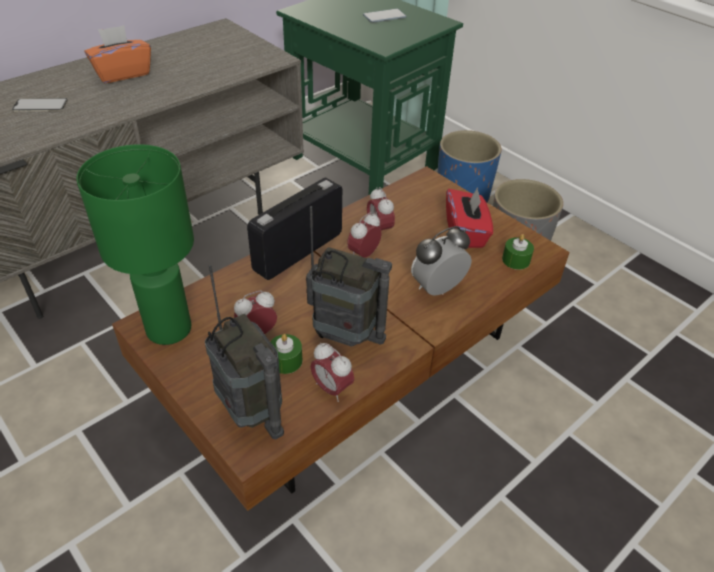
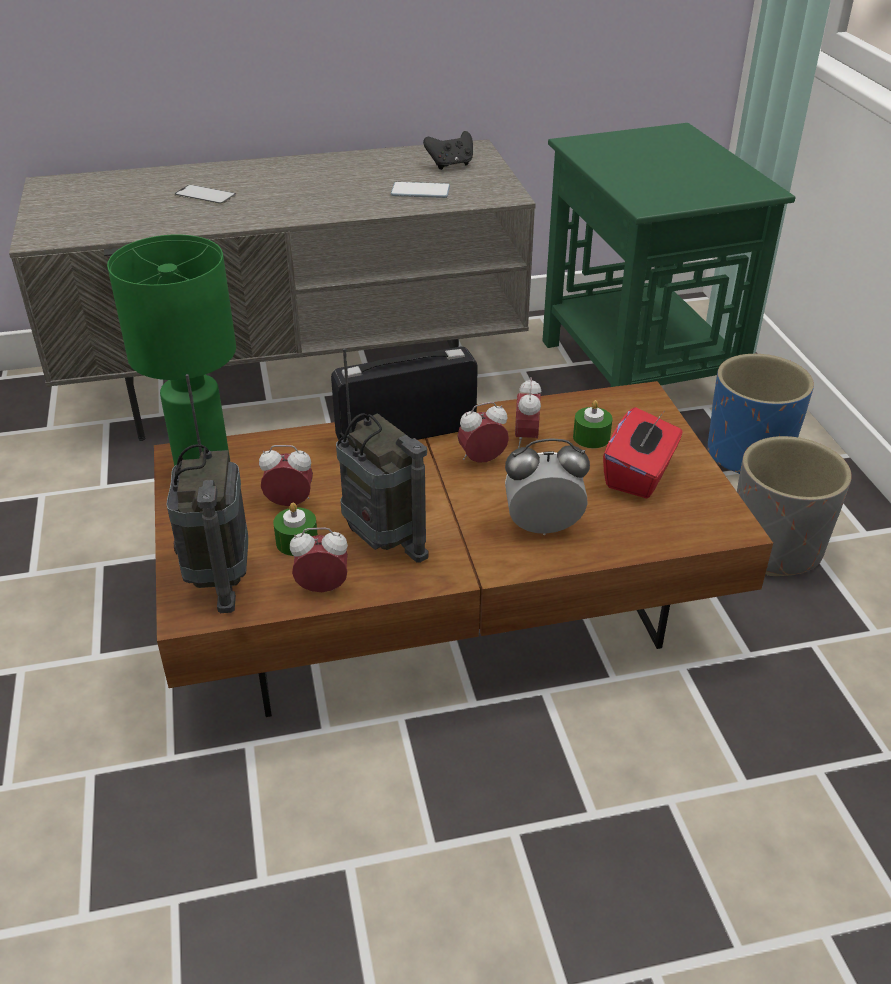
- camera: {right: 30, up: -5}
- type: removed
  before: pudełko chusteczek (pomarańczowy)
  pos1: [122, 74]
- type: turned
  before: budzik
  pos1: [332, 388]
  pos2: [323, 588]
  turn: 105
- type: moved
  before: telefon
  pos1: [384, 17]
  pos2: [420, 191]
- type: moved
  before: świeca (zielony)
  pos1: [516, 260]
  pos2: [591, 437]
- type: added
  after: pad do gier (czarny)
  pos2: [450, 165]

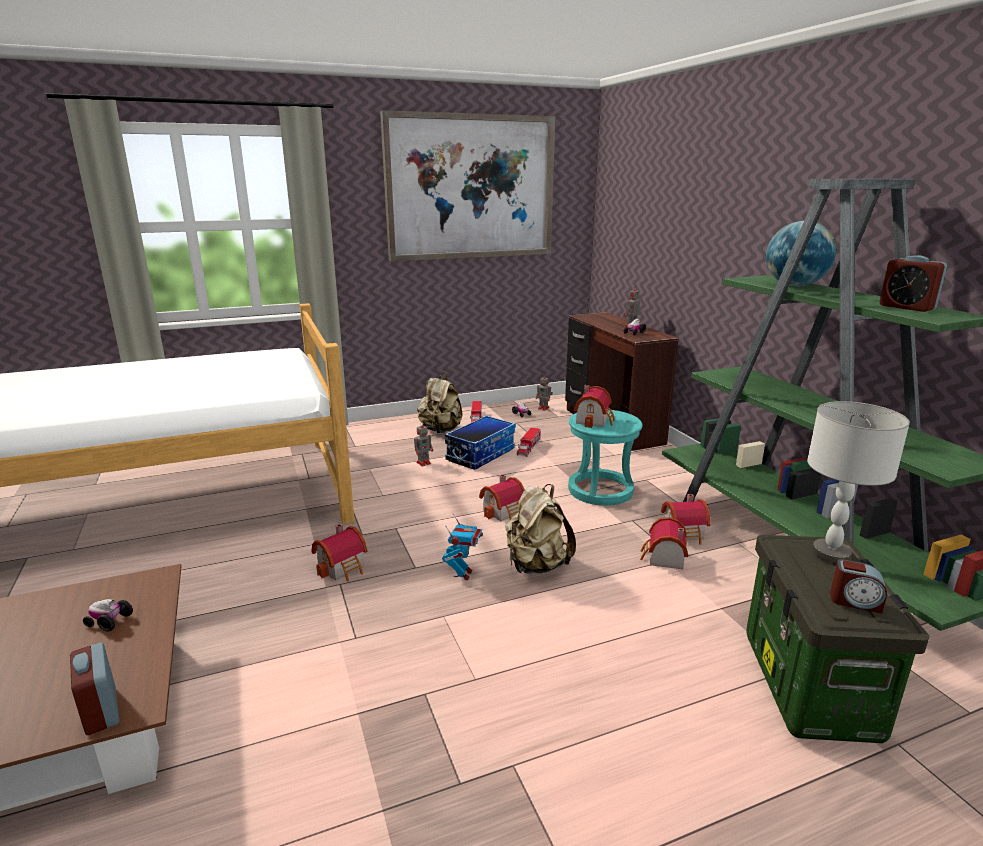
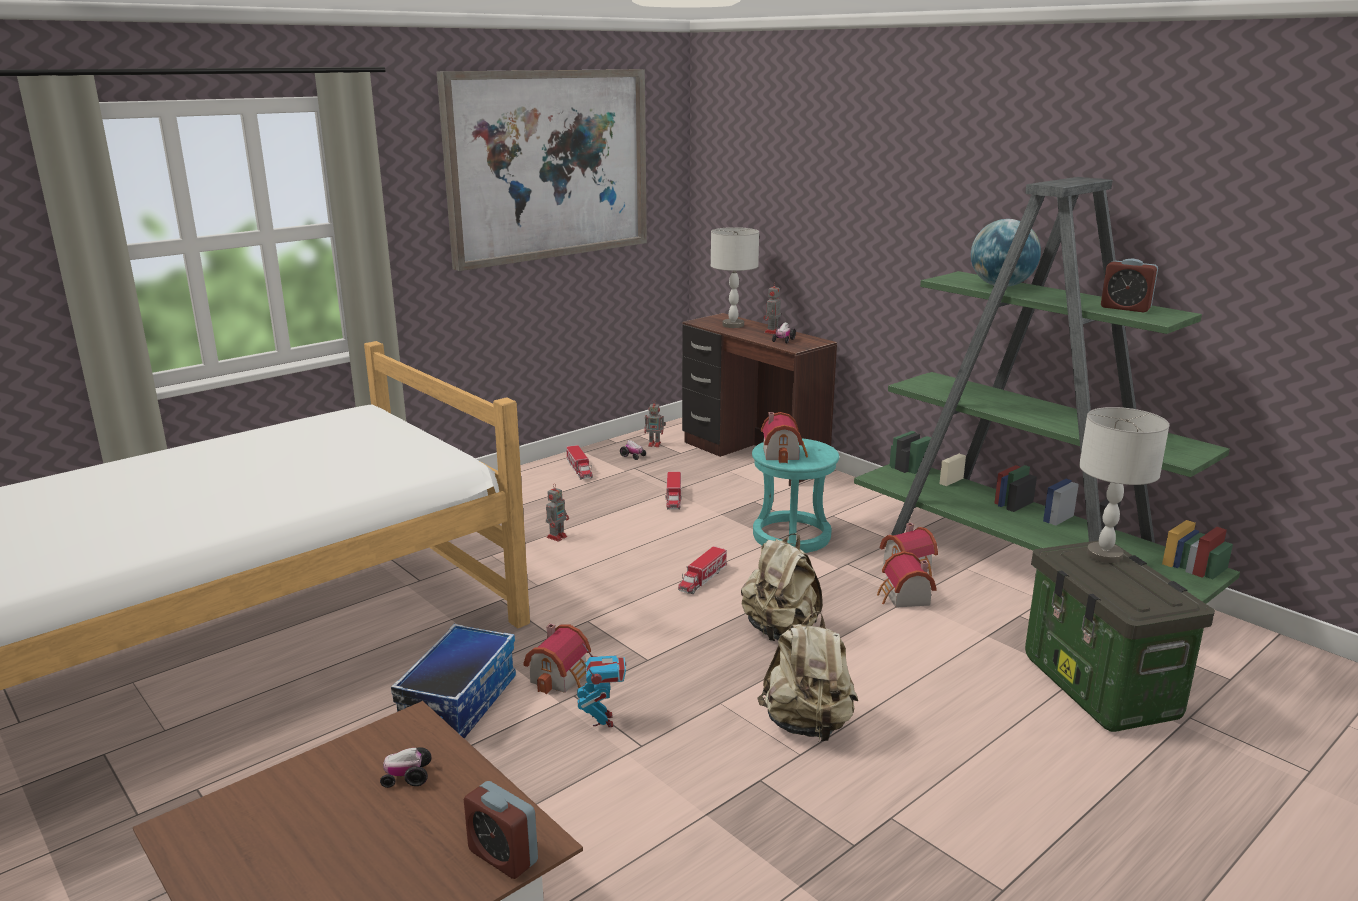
- camera: {right: -20, up: 0}
- type: moved
  before: plecak (beżowy)
  pos1: [441, 430]
  pos2: [807, 725]
- type: moved
  before: robot zabawkowy
  pos1: [463, 574]
  pos2: [603, 720]
- type: moved
  before: pojemnik do przechowywania
  pos1: [480, 454]
  pos2: [458, 703]
- type: replaced
  before: domek
  after: ciężarówka zabawkowa
  pos1: [505, 512]
  pos2: [702, 579]
- type: removed
  before: budzik
  pos1: [855, 601]
- type: added
  after: lampa stołowa (szary)
  pos2: [733, 325]

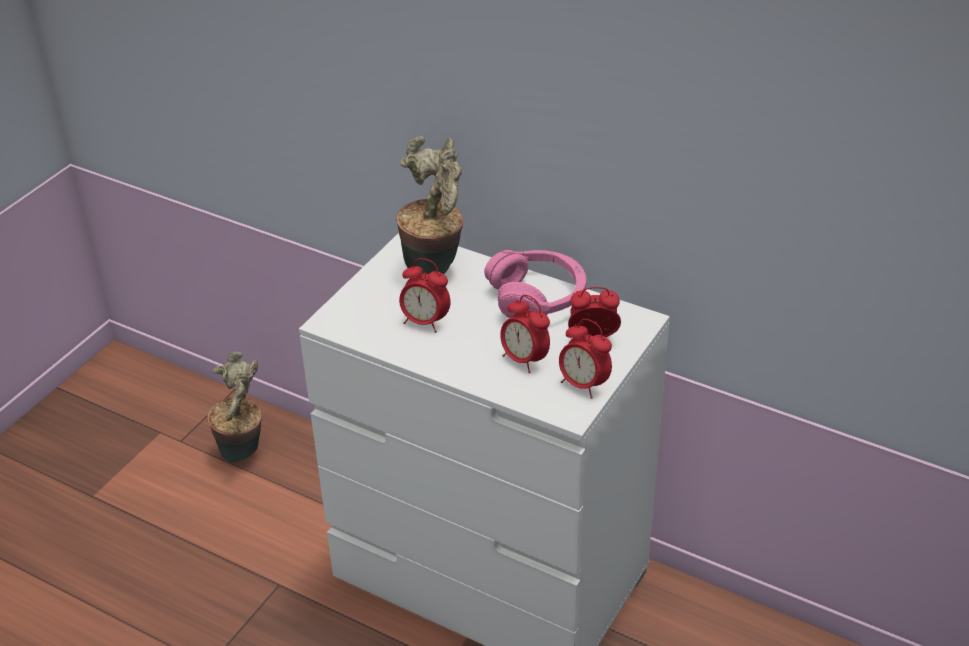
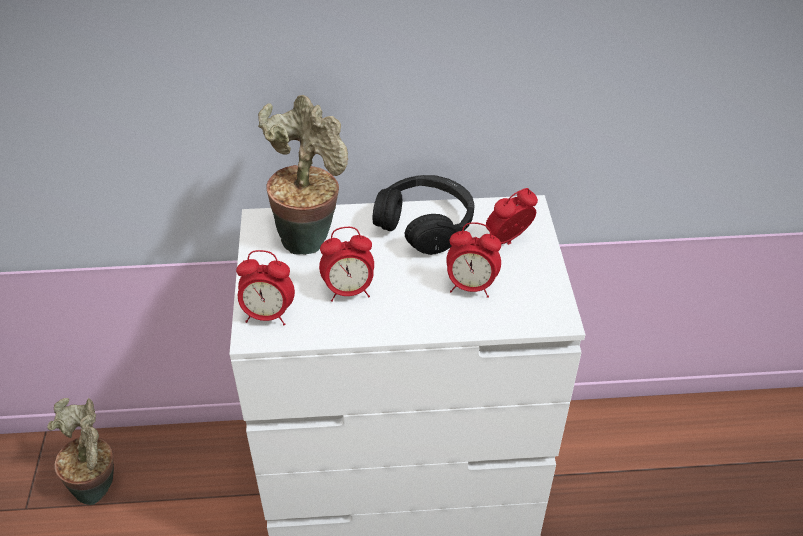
- camera: {right: -35, up: 5}
- type: recoloured
  before: słuchawki (różowy)
  after: słuchawki (czarny)
  pos1: [537, 297]
  pos2: [425, 224]
- type: moved
  before: budzik
  pos1: [583, 385]
  pos2: [268, 315]

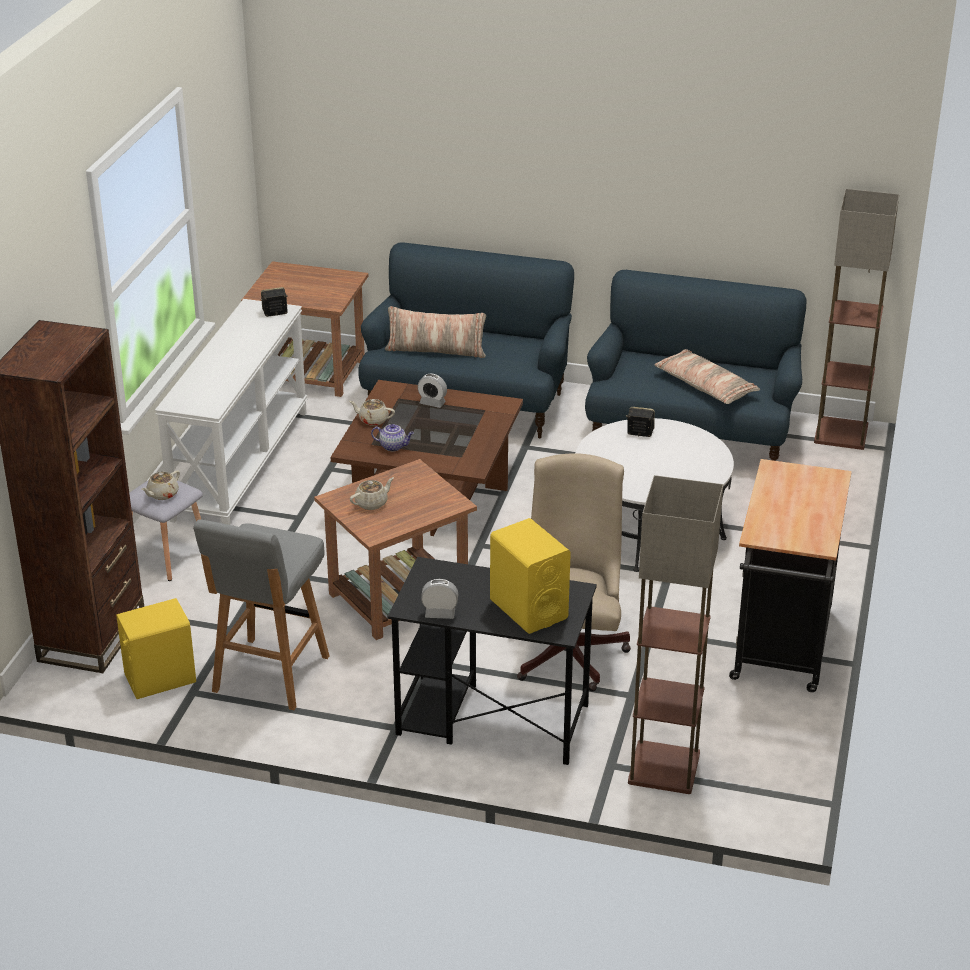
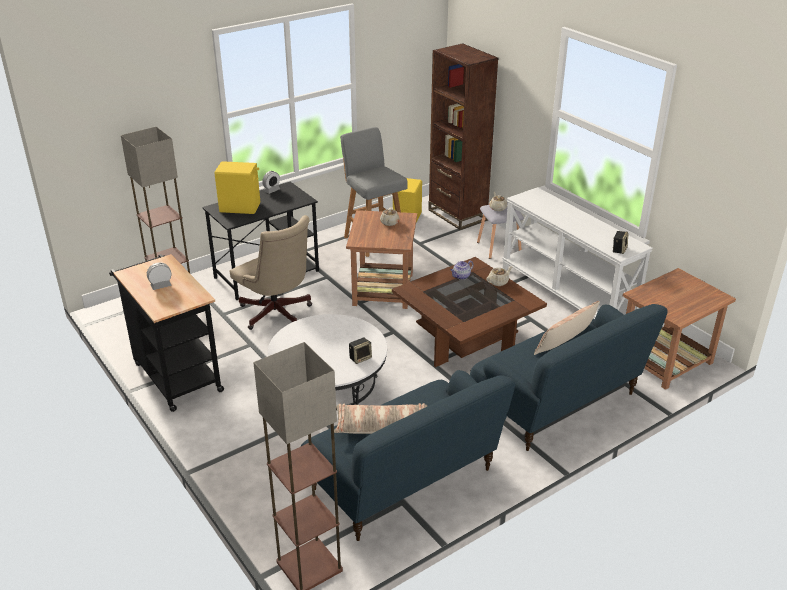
- camera: {right: 130, up: 0}
- type: moved
  before: budzik
  pos1: [432, 403]
  pos2: [161, 285]

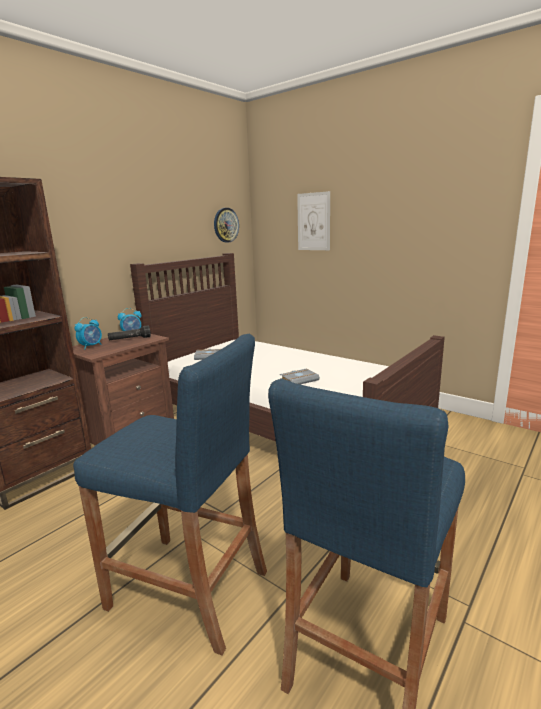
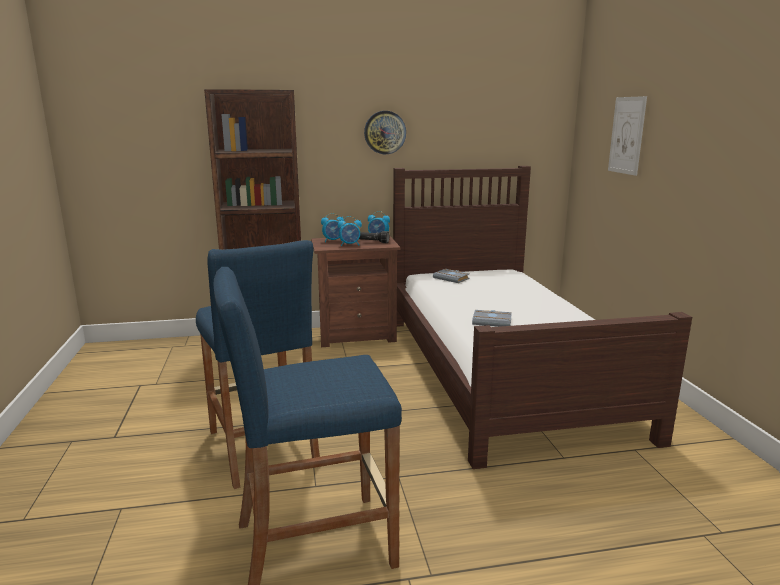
- camera: {right: 40, up: 0}
- type: moved
  before: zegar ścienny
  pos1: [226, 225]
  pos2: [385, 132]
- type: added
  after: budzik
  pos2: [350, 245]

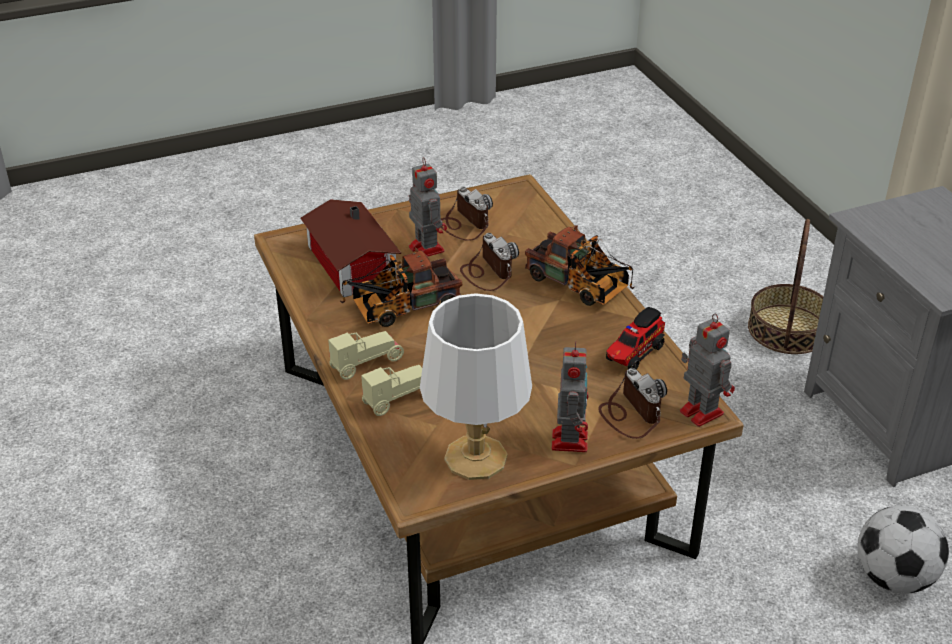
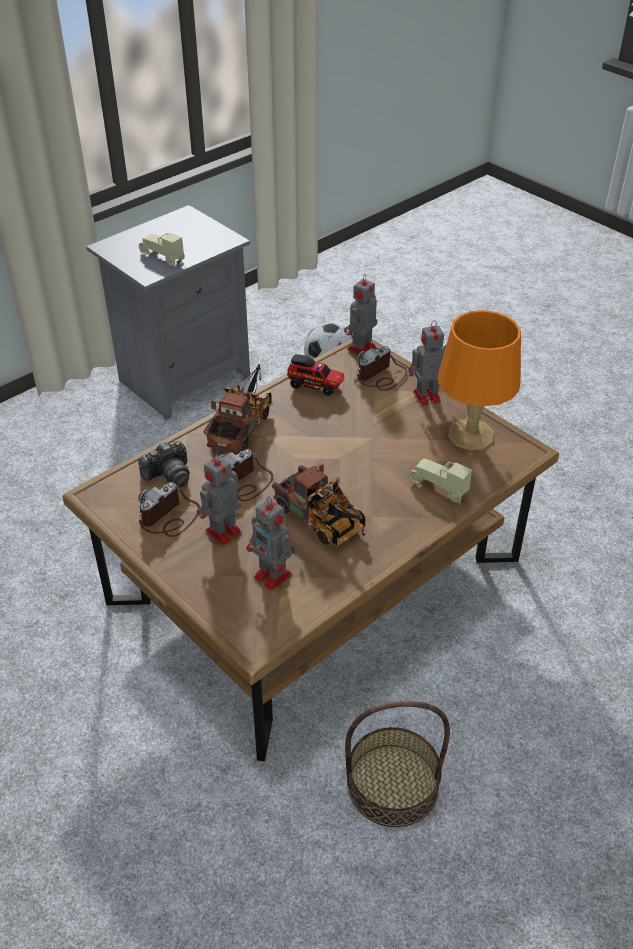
- camera: {right: -110, up: 5}
- type: replaced
  before: domek
  after: robot zabawkowy
  pos1: [350, 266]
  pos2: [274, 577]
- type: moved
  before: samochodzik (beżowy)
  pos1: [367, 363]
  pos2: [161, 257]
- type: recoloured
  before: lampa stołowa (biały)
  after: lampa stołowa (pomarańczowy)
  pos1: [476, 456]
  pos2: [469, 435]
- type: moved
  before: koszyk
  pos1: [787, 329]
  pos2: [392, 785]
- type: added
  after: aparat fotograficzny
  pos2: [169, 475]

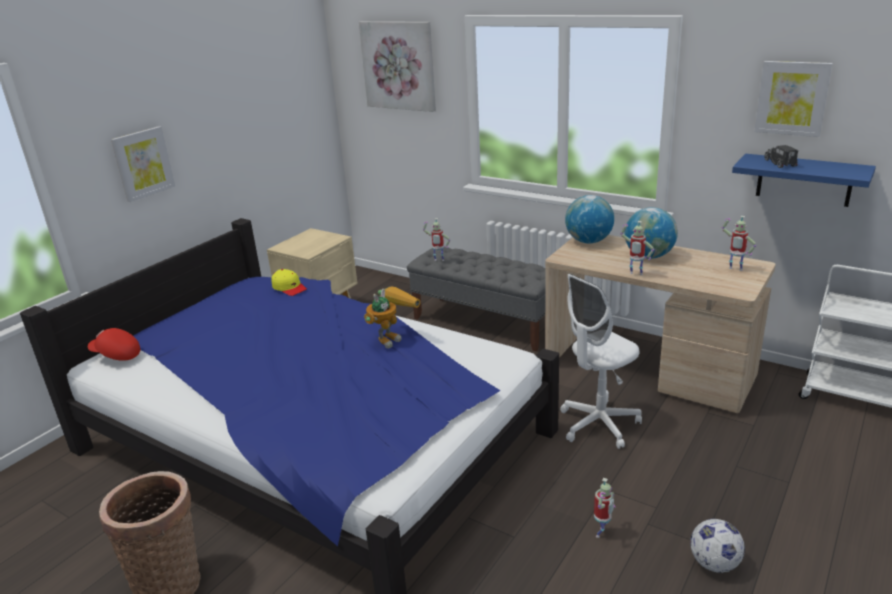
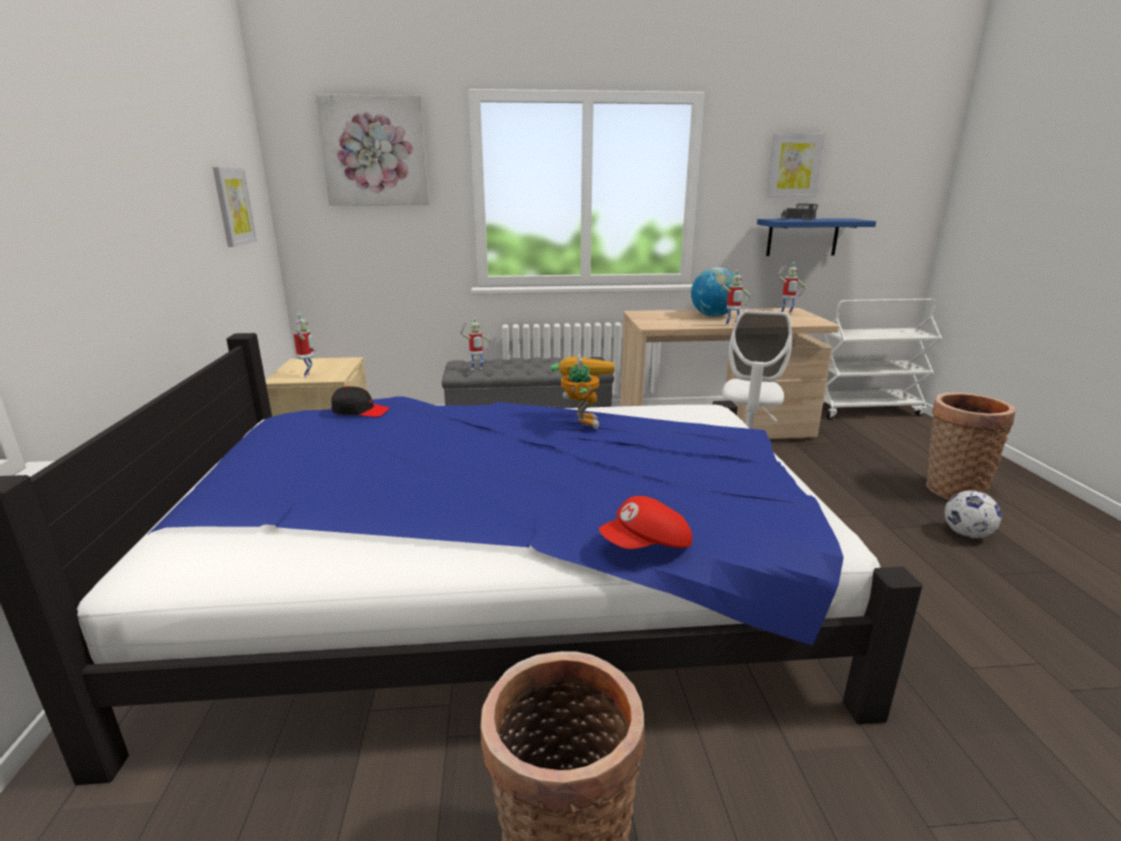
- camera: {right: -40, up: -5}
- type: moved
  before: czapka z daszkiem (czerwony)
  pos1: [116, 355]
  pos2: [647, 546]
- type: moved
  before: obraz
  pos1: [143, 163]
  pos2: [233, 206]
- type: recoloured
  before: czapka z daszkiem (żółty)
  after: czapka z daszkiem (czarny)
  pos1: [289, 288]
  pos2: [360, 411]
- type: removed
  before: globus
  pos1: [588, 241]
- type: moved
  before: robot zabawkowy
  pos1: [602, 533]
  pos2: [309, 376]
- type: added
  after: koszyk
  pos2: [951, 489]

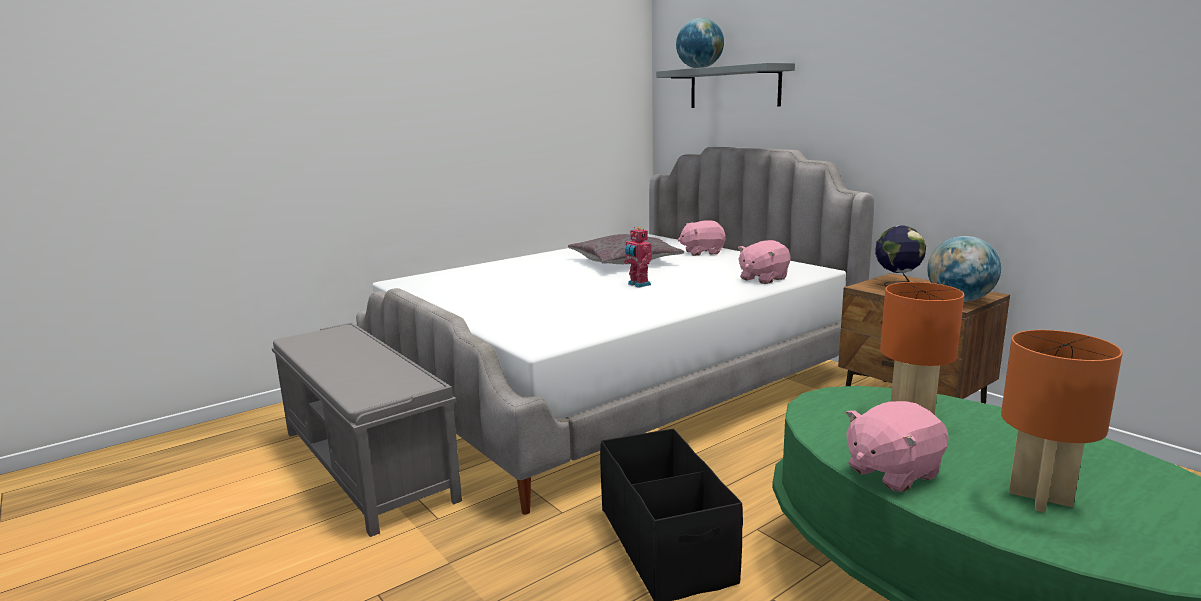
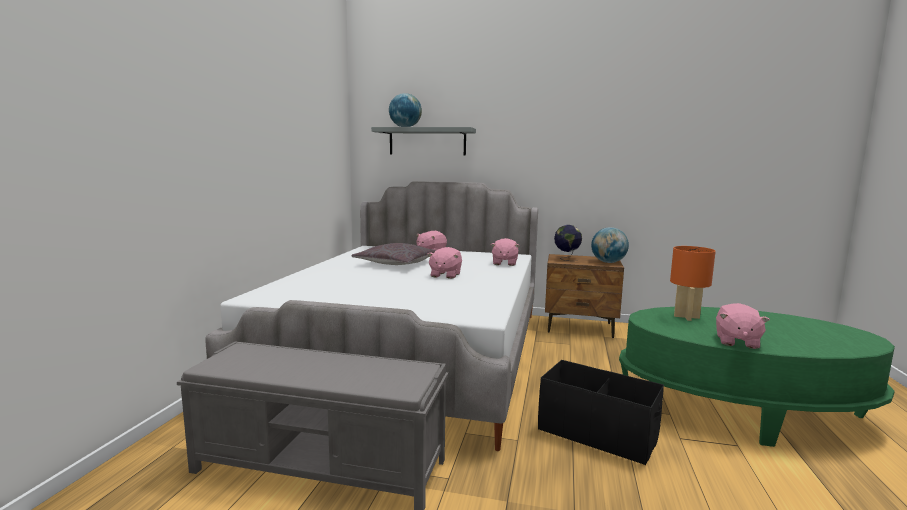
- camera: {right: -40, up: -5}
- type: replaced
  before: robot zabawkowy
  after: pluszak (różowy)
  pos1: [638, 284]
  pos2: [445, 275]
- type: removed
  before: lampa stołowa (pomarańczowy)
  pos1: [1039, 497]

